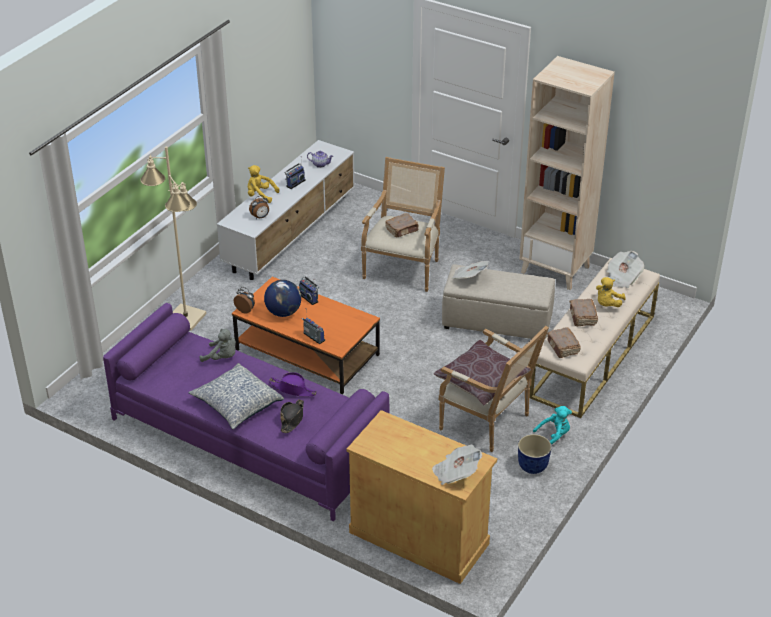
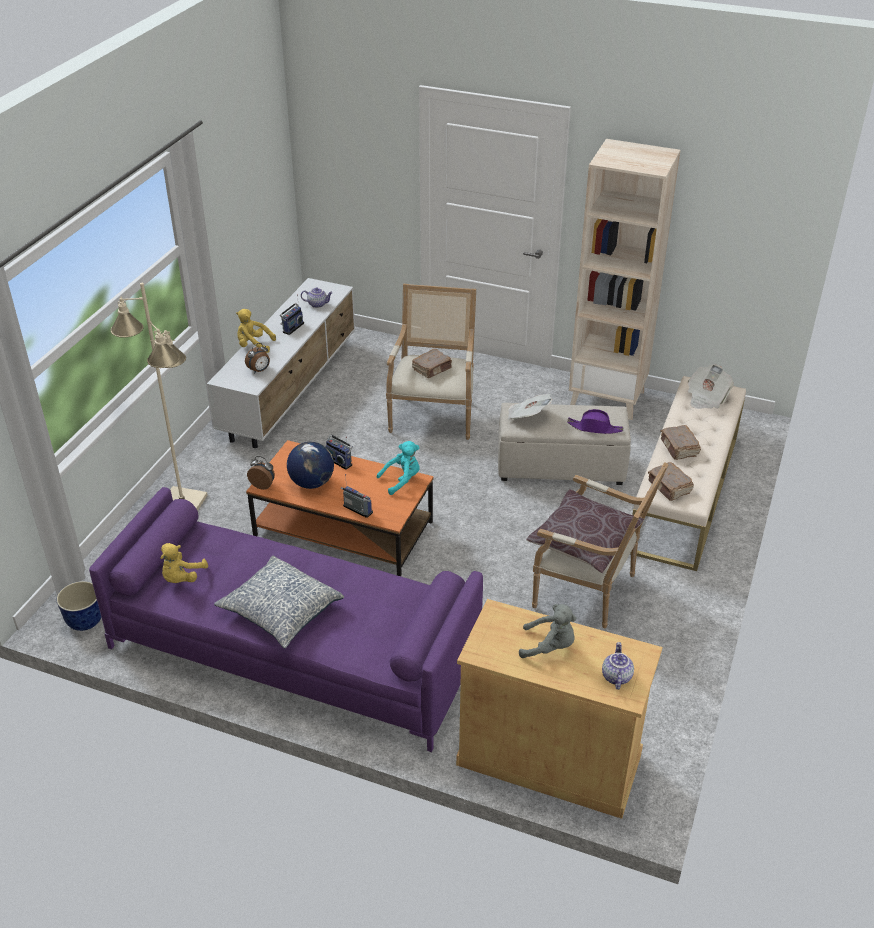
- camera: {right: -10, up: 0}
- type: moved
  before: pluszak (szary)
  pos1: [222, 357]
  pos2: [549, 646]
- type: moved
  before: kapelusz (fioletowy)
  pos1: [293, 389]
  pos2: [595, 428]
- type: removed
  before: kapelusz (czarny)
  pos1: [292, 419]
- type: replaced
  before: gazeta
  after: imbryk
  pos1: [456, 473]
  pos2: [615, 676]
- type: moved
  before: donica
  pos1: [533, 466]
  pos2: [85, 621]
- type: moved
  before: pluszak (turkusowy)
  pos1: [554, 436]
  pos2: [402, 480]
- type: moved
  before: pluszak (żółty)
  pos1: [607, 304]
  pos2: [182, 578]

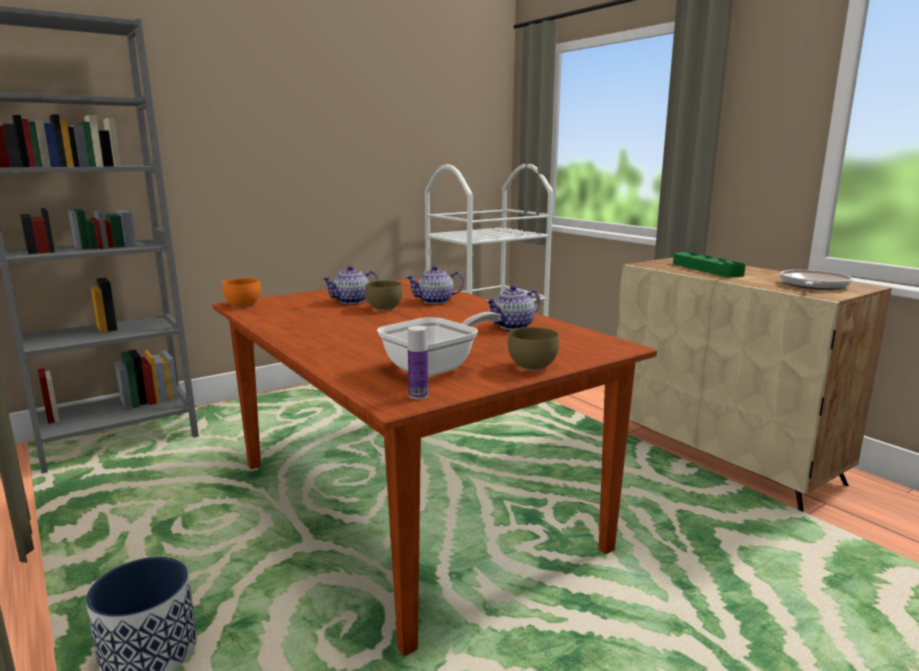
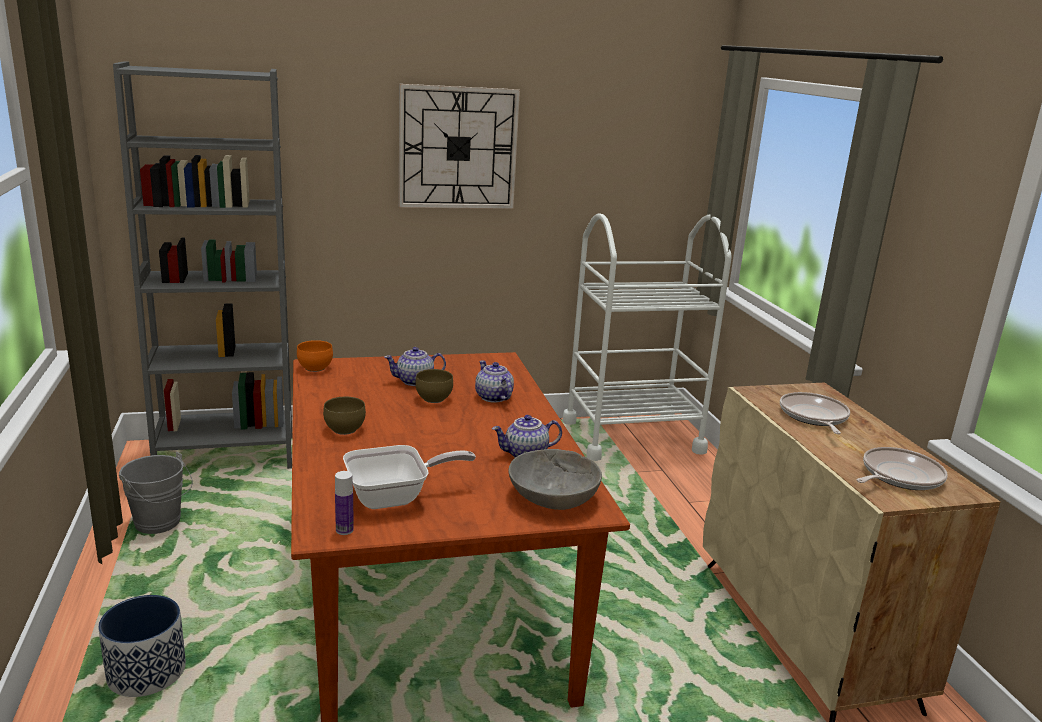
- camera: {right: 20, up: 5}
- type: turned
  before: imbryk
  pos1: [435, 301]
  pos2: [493, 397]
  turn: 60
- type: moved
  before: miska (brązowy)
  pos1: [531, 365]
  pos2: [345, 429]
- type: replaced
  before: taca (zielony)
  after: patelnia
  pos1: [706, 269]
  pos2: [813, 417]
- type: added
  after: wiadro (szary)
  pos2: [160, 525]
- type: added
  after: zegar ścienny
  pos2: [458, 148]
- type: added
  after: miska (szary)
  pos2: [552, 497]

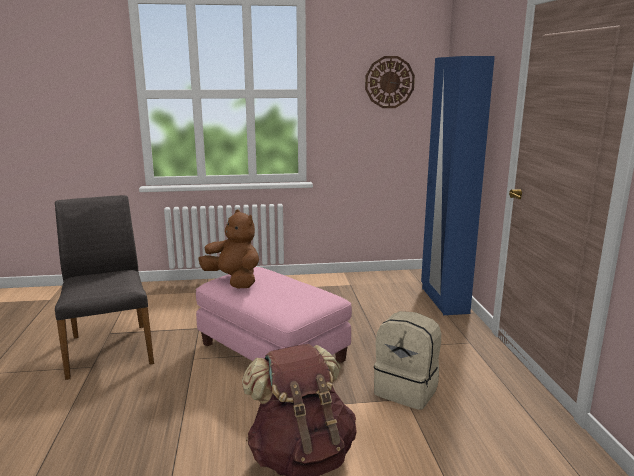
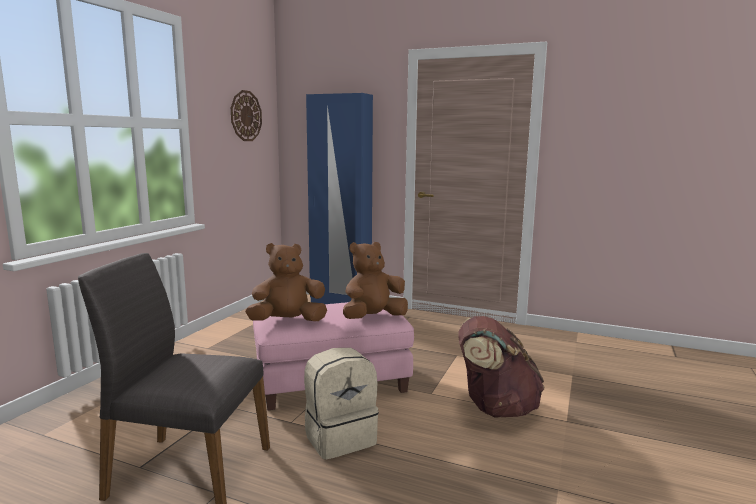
- camera: {right: -60, up: -5}
- type: moved
  before: plecak (beżowy)
  pos1: [407, 390]
  pos2: [340, 437]
- type: added
  after: pluszak (brązowy)
  pos2: [373, 318]

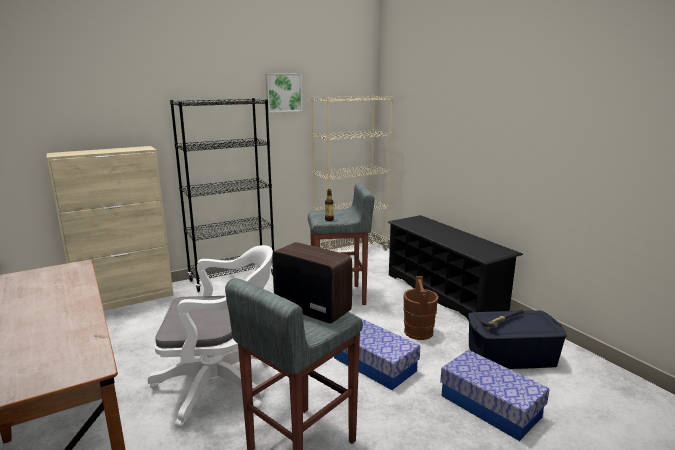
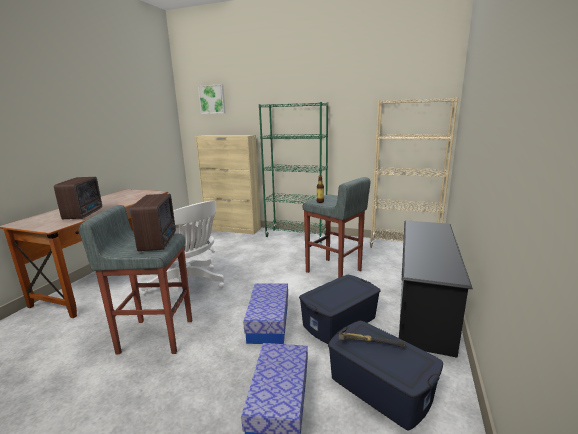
- camera: {right: 50, up: 0}
- type: recoloured
  before: regał (czarny)
  after: regał (zielony)
  pos1: [233, 278]
  pos2: [296, 236]
- type: moved
  before: obraz
  pos1: [283, 92]
  pos2: [212, 99]
- type: replaced
  before: wiadro (brązowy)
  after: pojemnik do przechowywania (niebieski)
  pos1: [418, 332]
  pos2: [340, 321]
- type: added
  after: radio
  pos2: [85, 214]

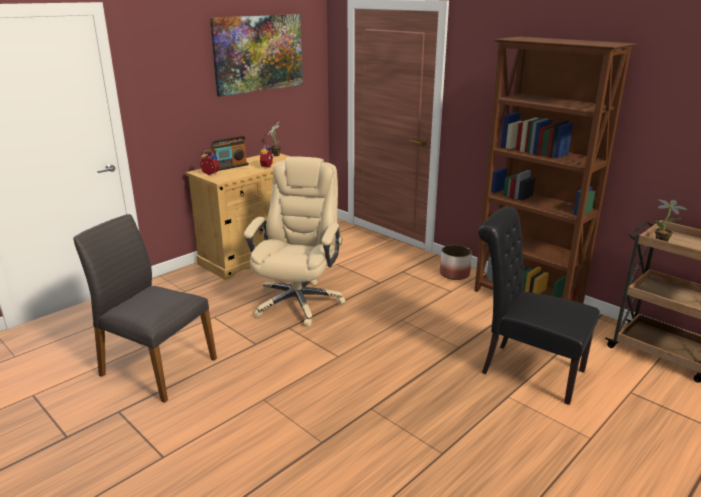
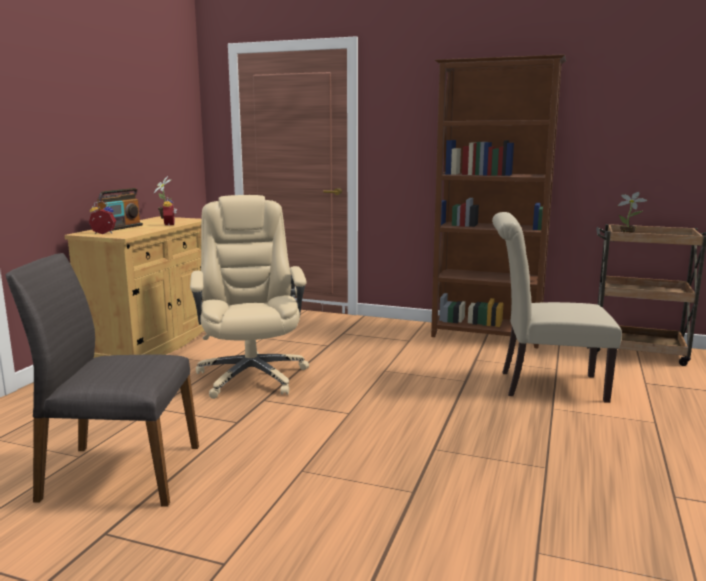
- camera: {right: -25, up: -10}
- type: removed
  before: obraz
  pos1: [258, 53]
- type: removed
  before: donica
  pos1: [454, 274]
- type: recoloured
  before: krzesło (czarny)
  after: krzesło (beżowy)
  pos1: [526, 370]
  pos2: [544, 385]

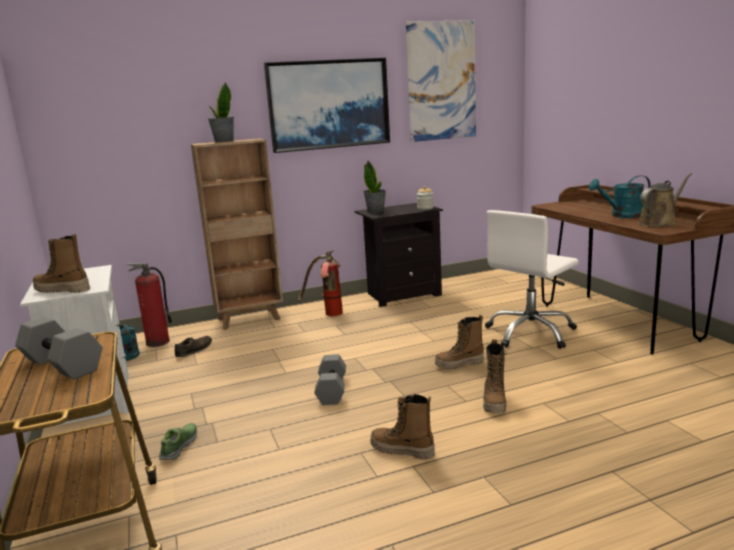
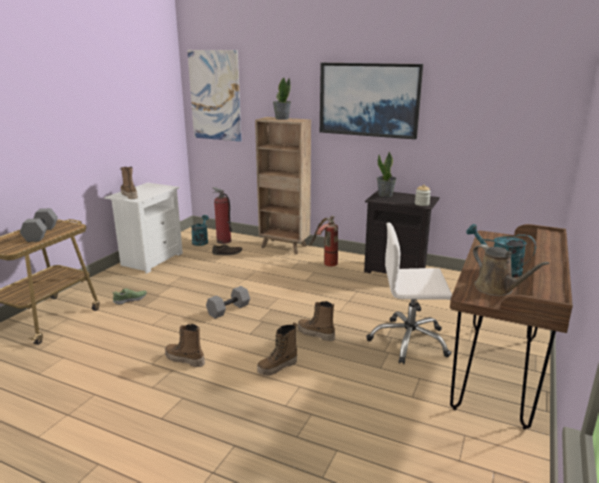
- camera: {right: 45, up: 5}
- type: turned
  before: but z cholewką
  pos1: [402, 451]
  pos2: [185, 360]
  turn: -45
- type: moved
  before: obraz
  pos1: [441, 81]
  pos2: [215, 96]
- type: turned
  before: konewka (brązowy)
  pos1: [659, 223]
  pos2: [496, 289]
  turn: 45

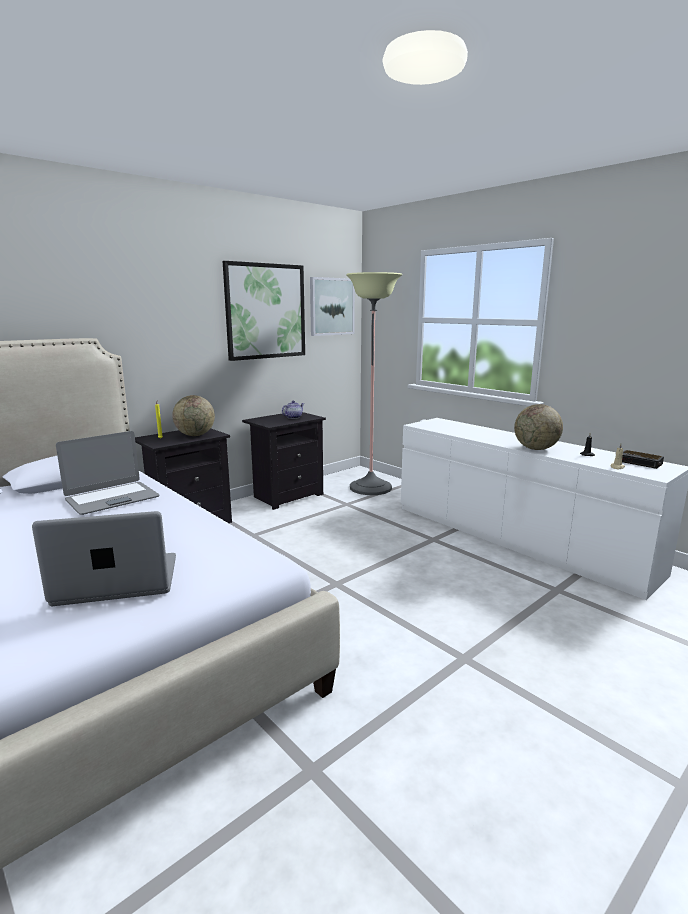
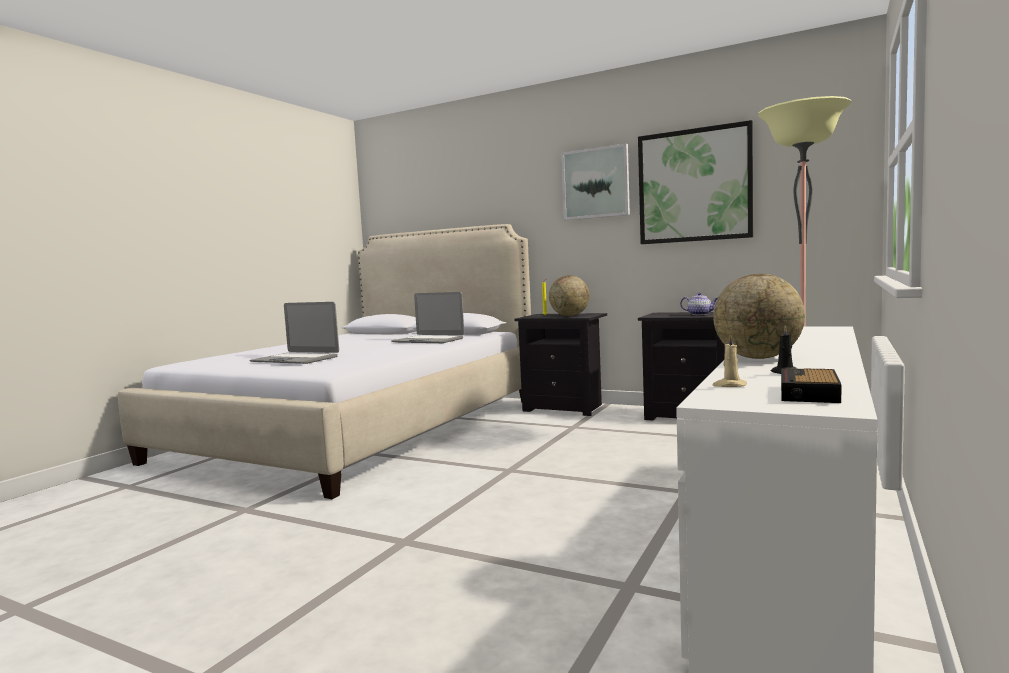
- camera: {right: 70, up: -10}
- type: turned
  before: laptop
  pos1: [117, 582]
  pos2: [295, 359]
  turn: 150
- type: moved
  before: obraz
  pos1: [331, 306]
  pos2: [595, 183]

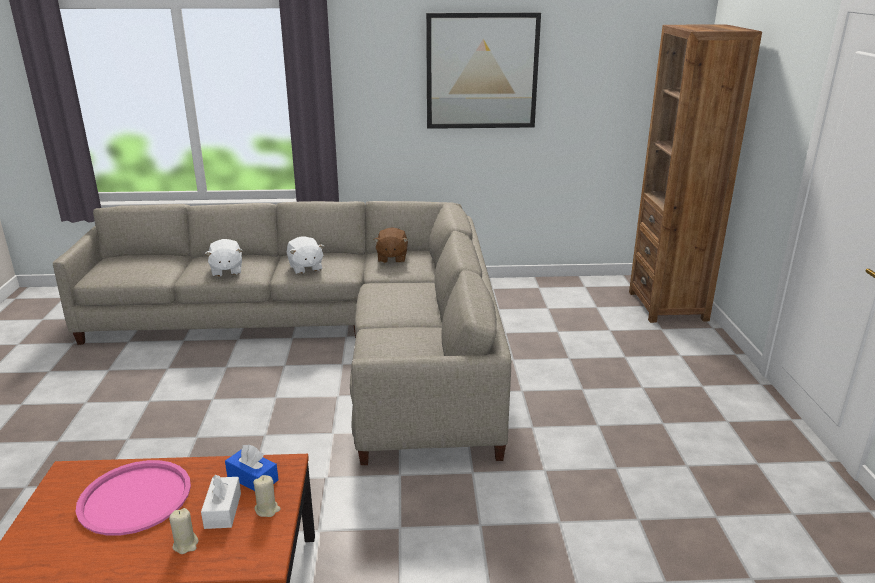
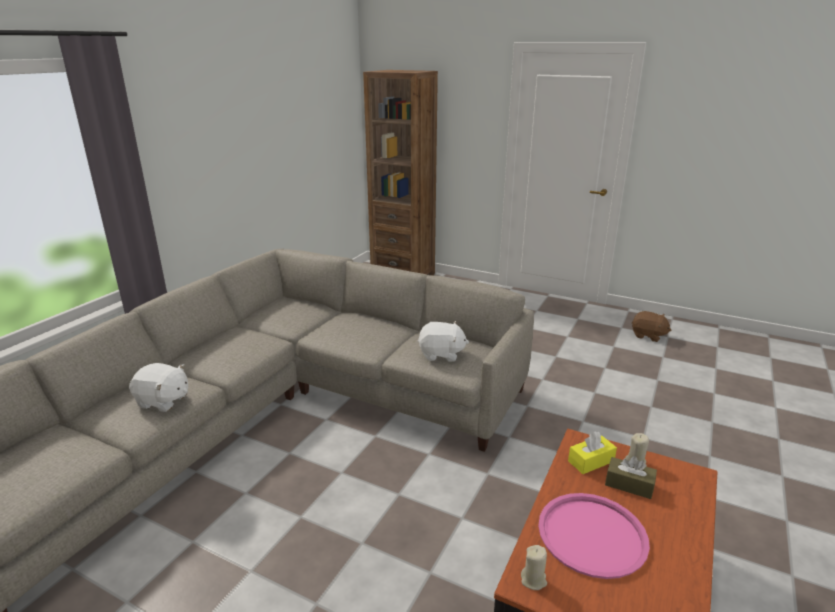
- camera: {right: -60, up: 0}
- type: moved
  before: świeca (beżowy)
  pos1: [186, 544]
  pos2: [533, 580]
- type: recoloured
  before: pudełko chusteczek (biały)
  after: pudełko chusteczek (brązowy)
  pos1: [223, 510]
  pos2: [629, 485]
- type: recoloured
  before: pudełko chusteczek (niebieski)
  after: pudełko chusteczek (żółty)
  pos1: [252, 478]
  pos2: [591, 461]
- type: moved
  before: pluszak (biały)
  pos1: [305, 268]
  pos2: [441, 354]
- type: moved
  before: pluszak (brązowy)
  pos1: [391, 258]
  pos2: [648, 336]
- type: removed
  before: obraz
  pos1: [481, 71]

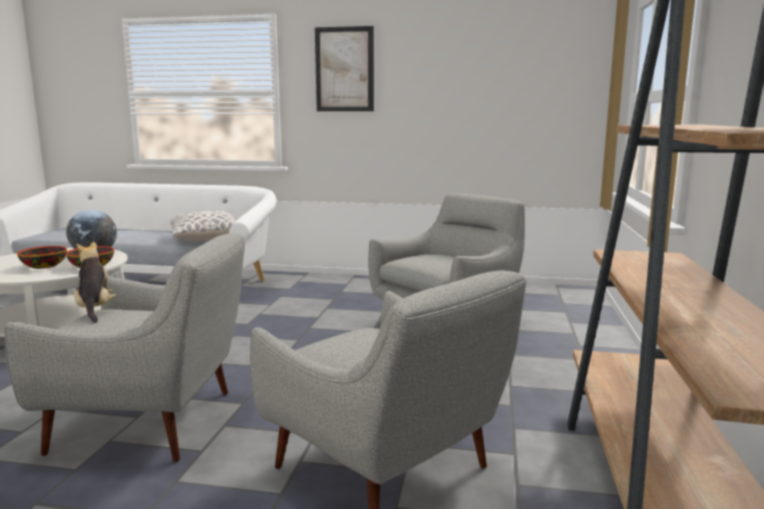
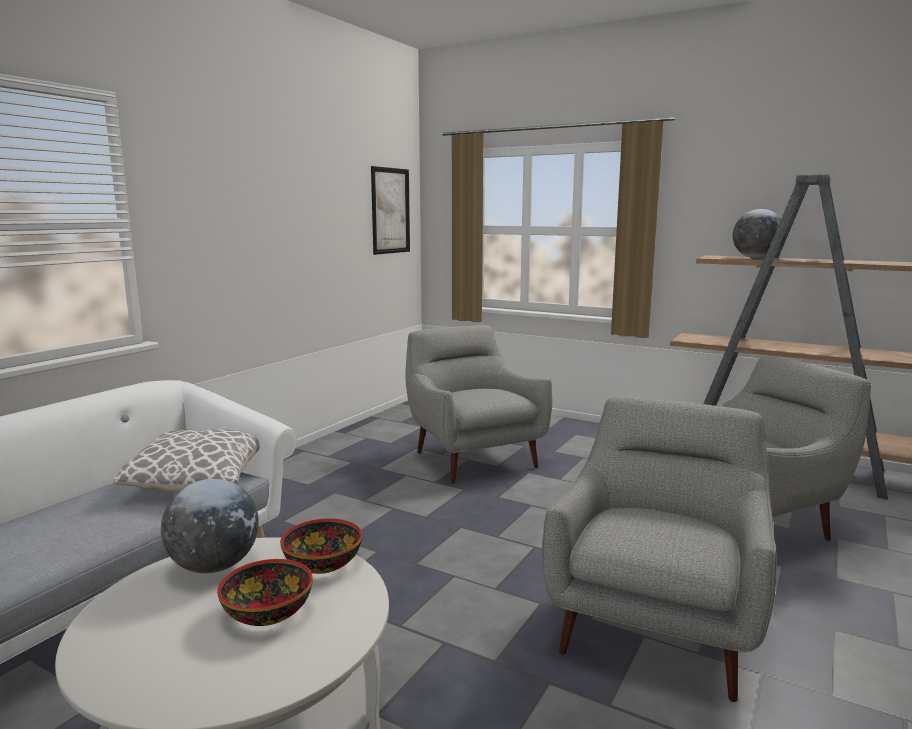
- camera: {right: -70, up: 0}
- type: removed
  before: pluszak
  pos1: [95, 309]
- type: moved
  before: obraz
  pos1: [344, 69]
  pos2: [390, 211]
- type: added
  after: globus
  pos2: [756, 258]

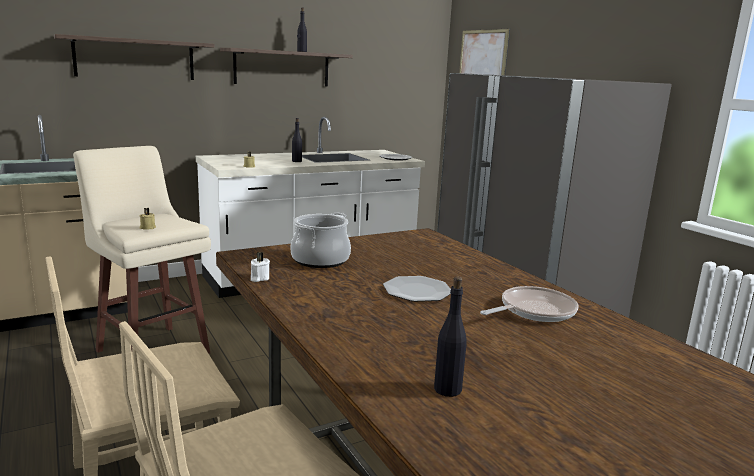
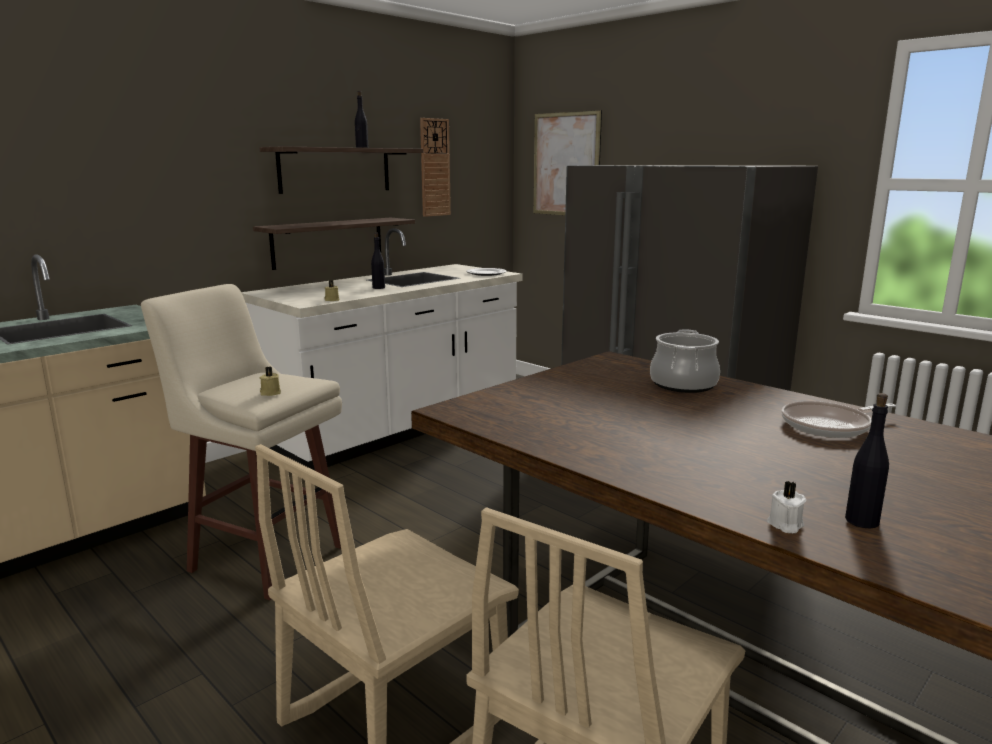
- camera: {right: -15, up: 0}
- type: moved
  before: półka
  pos1: [135, 59]
  pos2: [328, 242]
- type: moved
  before: świeca (biały)
  pos1: [259, 278]
  pos2: [785, 525]
- type: moved
  before: garnek
  pos1: [320, 260]
  pos2: [683, 384]
- type: removed
  before: talerz
  pos1: [417, 291]
- type: turned
  before: patelnia
  pos1: [533, 311]
  pos2: [829, 426]
  turn: -150
- type: added
  after: zegar ścienny
  pos2: [434, 167]

